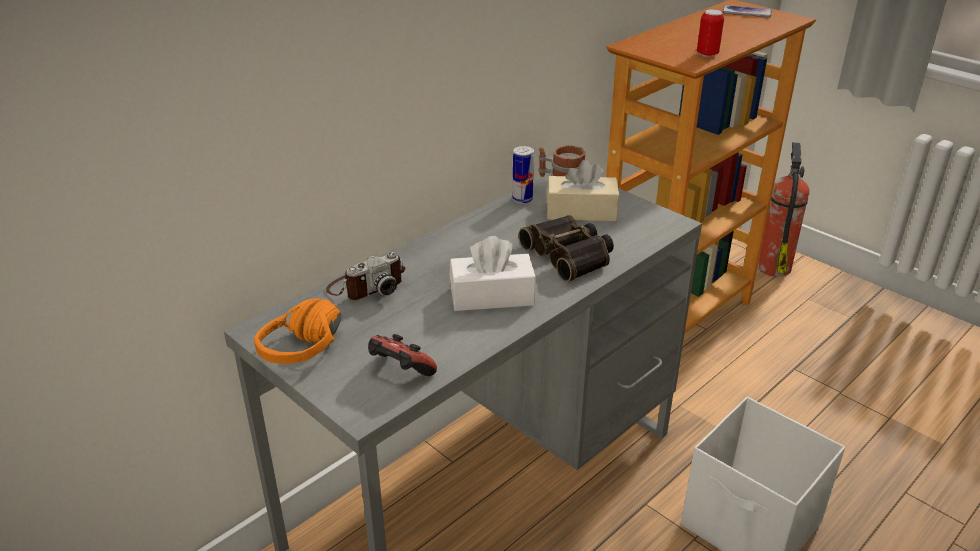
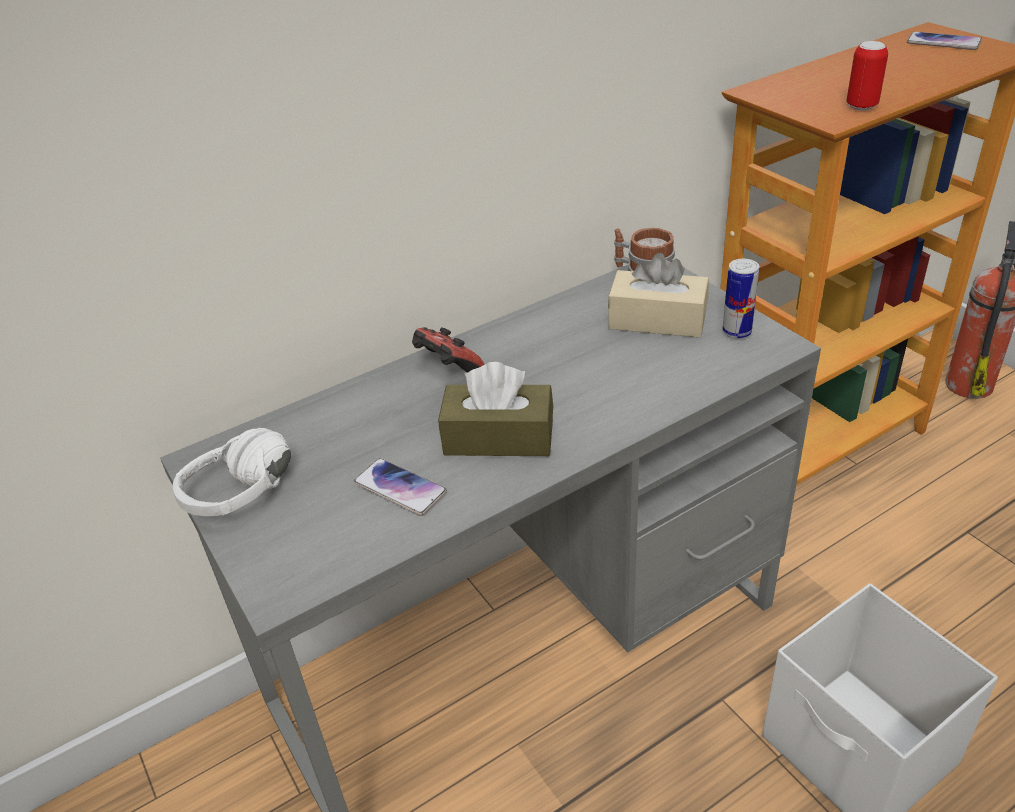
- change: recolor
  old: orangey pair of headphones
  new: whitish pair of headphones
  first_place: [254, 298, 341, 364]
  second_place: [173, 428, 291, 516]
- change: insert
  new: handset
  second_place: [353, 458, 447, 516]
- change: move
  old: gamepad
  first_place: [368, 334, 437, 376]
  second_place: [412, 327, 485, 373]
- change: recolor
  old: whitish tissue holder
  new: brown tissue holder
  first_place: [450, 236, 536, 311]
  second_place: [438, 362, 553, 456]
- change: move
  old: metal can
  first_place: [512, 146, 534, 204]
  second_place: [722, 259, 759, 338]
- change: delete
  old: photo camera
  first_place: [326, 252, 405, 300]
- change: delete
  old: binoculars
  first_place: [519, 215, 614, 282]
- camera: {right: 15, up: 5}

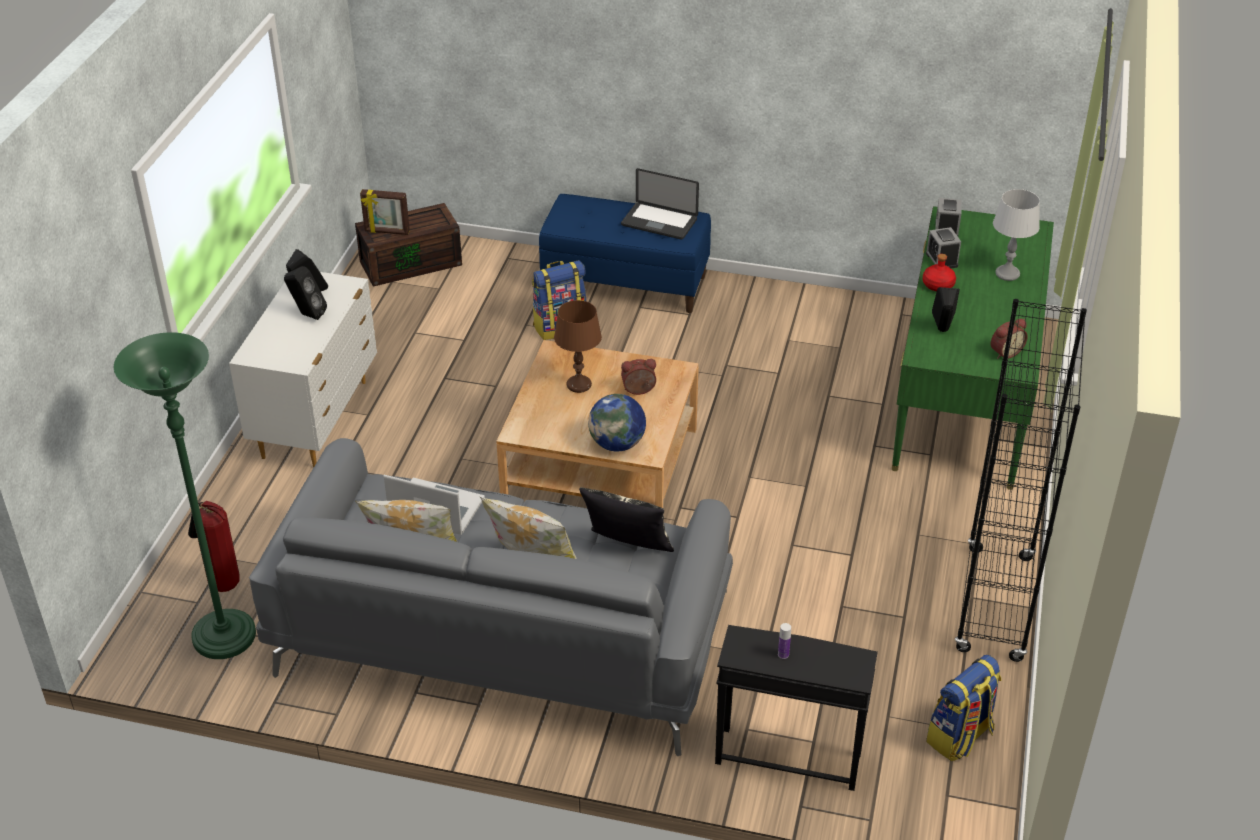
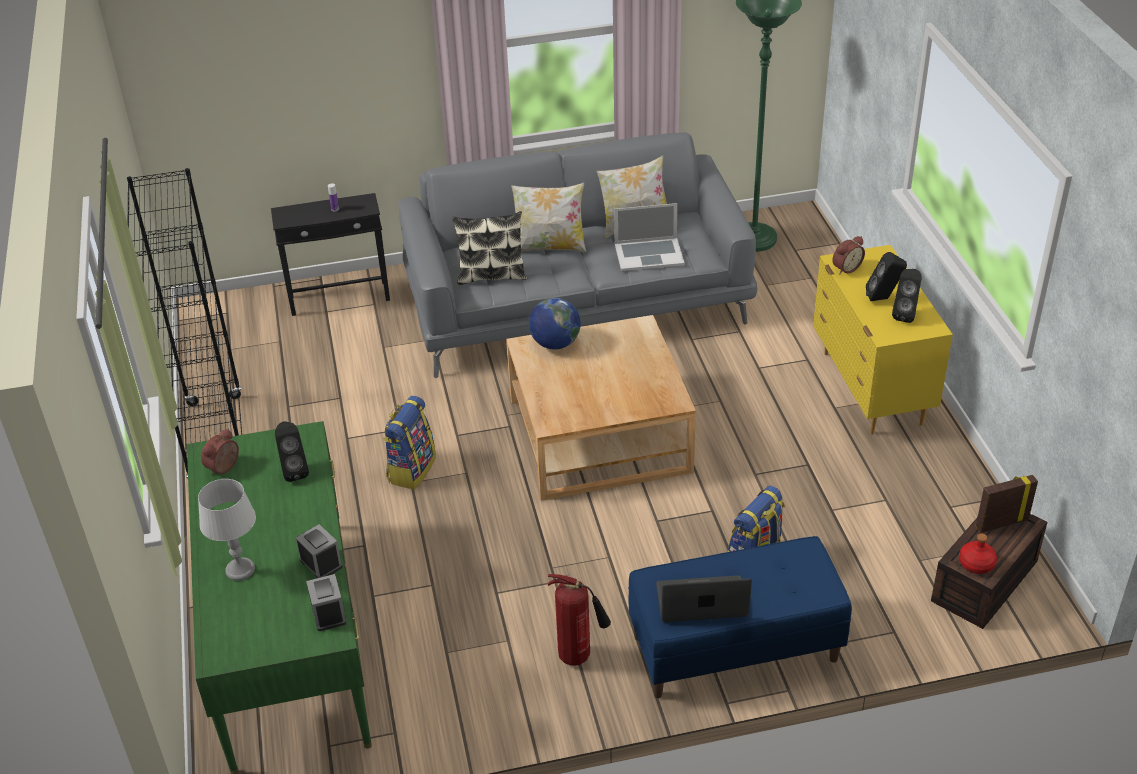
- change: move
  old: knapsack
  first_place: [926, 655, 1002, 761]
  second_place: [383, 396, 436, 489]
- change: move
  old: fire extinguisher
  first_place: [188, 501, 239, 592]
  second_place: [548, 574, 611, 666]
- change: recolor
  old: whitish dresser
  new: yellow-coloured dresser
  first_place: [229, 272, 377, 467]
  second_place: [813, 245, 953, 435]
- change: move
  old: table clock
  first_place: [621, 359, 656, 395]
  second_place: [832, 236, 865, 275]
- change: move
  old: red beverage bottle
  first_place: [922, 254, 956, 291]
  second_place: [959, 533, 997, 574]
- change: delete
  old: brown lamp for a table
  first_place: [554, 300, 602, 393]
- camera: {right: 155, up: 0}

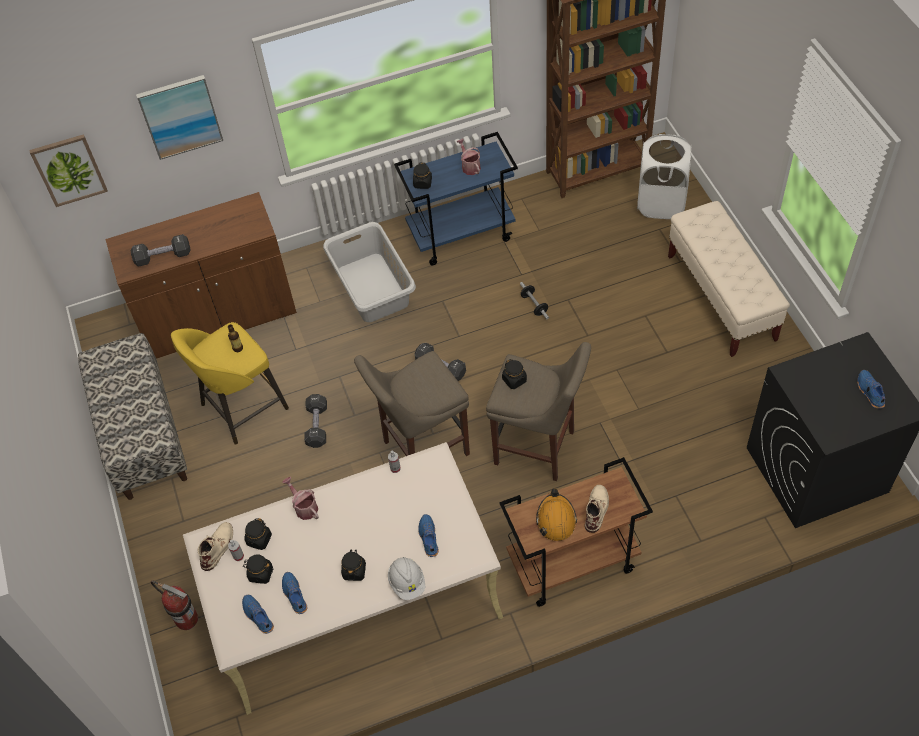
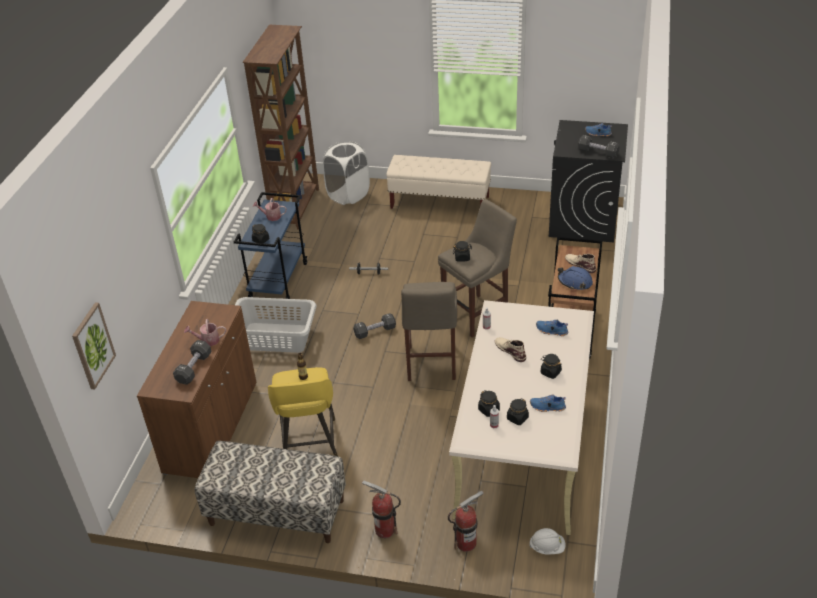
- change: move
  old: watering can
  first_place: [282, 477, 319, 520]
  second_place: [184, 319, 226, 346]
- change: insert
  new: fire extinguisher
  second_place: [362, 480, 401, 538]
- change: move
  old: sand-coloured boot
  first_place: [198, 522, 233, 571]
  second_place: [495, 337, 526, 362]
- change: move
  old: whitish safety helmet
  first_place: [388, 557, 426, 600]
  second_place: [529, 528, 566, 555]
- change: recolor
  old: orangey safety helmet
  new: blue-coloured safety helmet
  first_place: [536, 488, 577, 541]
  second_place: [558, 266, 593, 290]
- change: move
  old: black-coloured free weight
  first_place: [304, 394, 327, 448]
  second_place: [578, 135, 620, 158]
- change: delete
  old: wall picture
  first_place: [136, 75, 223, 160]
- change: delete
  old: blue-coloured low shoe
  first_place: [242, 595, 274, 634]
- camera: {right: -60, up: -15}

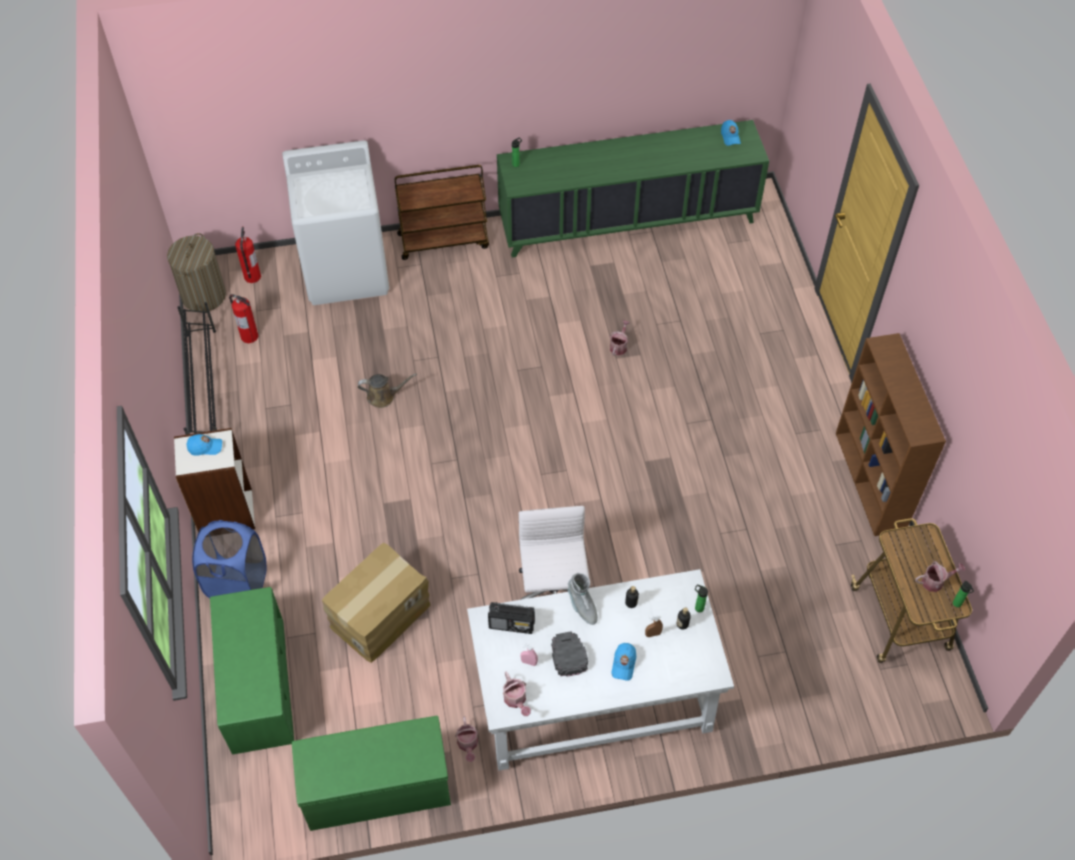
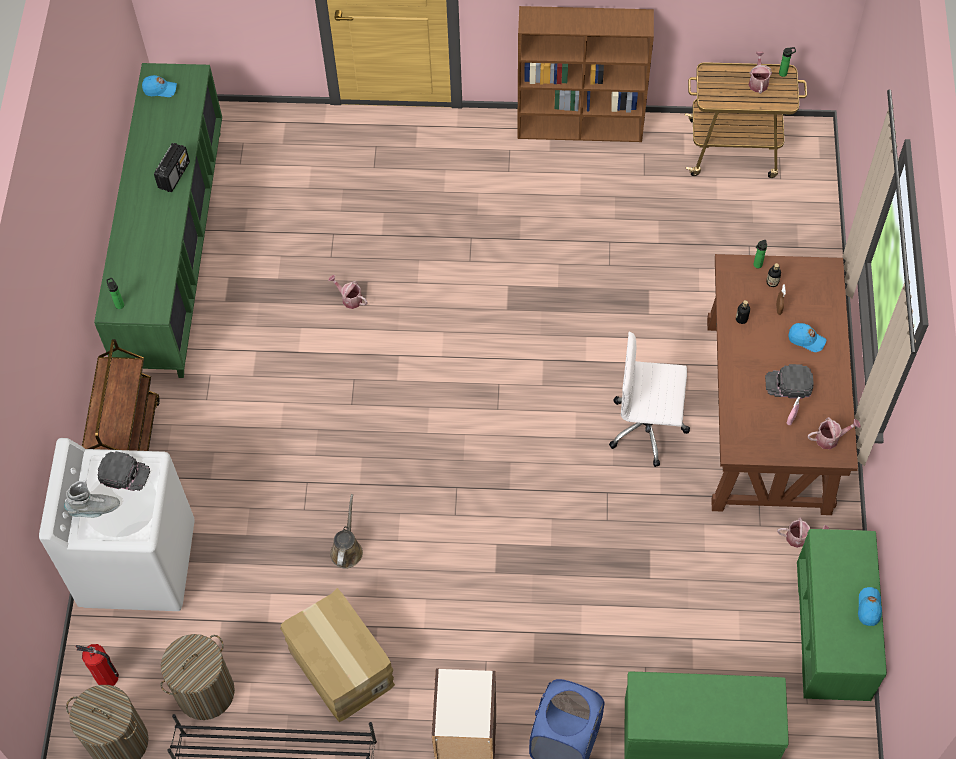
- change: move
  old: greyish boot
  first_place: [568, 573, 598, 625]
  second_place: [64, 480, 120, 518]
- change: insert
  new: black-coloured peaked cap
  second_place: [97, 451, 150, 491]
- change: move
  old: radio set
  first_place: [488, 602, 535, 634]
  second_place: [154, 143, 190, 192]
- change: replace
  old: fire extinguisher
  new: washing basket
  first_place: [229, 294, 259, 343]
  second_place: [160, 634, 235, 720]
- change: move
  old: carton
  first_place: [322, 542, 430, 663]
  second_place: [280, 588, 395, 722]
- change: recolor
  old: whitish desk unit
  new: brown desk unit
  first_place: [467, 569, 734, 771]
  second_place: [707, 254, 858, 515]
- change: move
  old: blue-coloured peaked cap
  first_place: [186, 434, 222, 456]
  second_place: [858, 587, 882, 626]
- camera: {right: -75, up: 5}

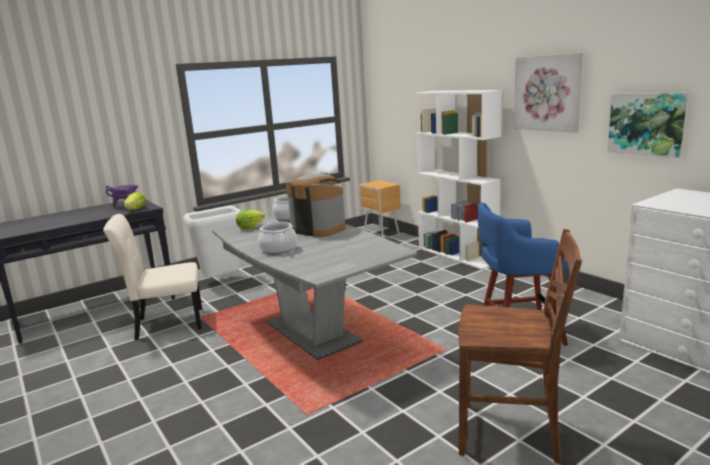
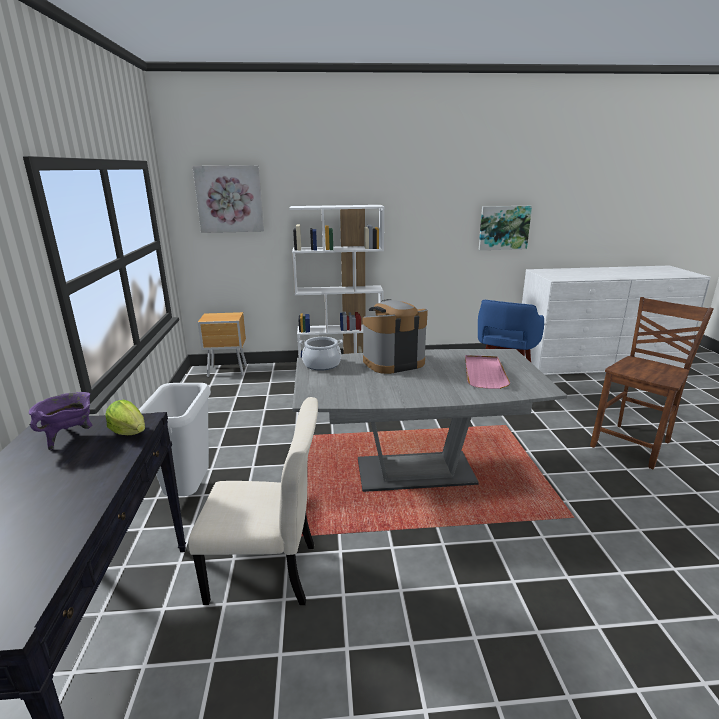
- change: rotate
  old: sand-coloured upright chair
  first_place: [103, 214, 202, 340]
  second_place: [188, 397, 318, 605]
  degrees: -105
- change: move
  old: wall picture
  first_place: [514, 53, 583, 133]
  second_place: [192, 165, 264, 233]
- change: insert
  new: pinkish carrying tray
  second_place: [465, 355, 510, 389]
- change: delete
  old: lettuce
  first_place: [236, 210, 265, 229]
- change: delete
  old: saucepot
  first_place: [258, 221, 297, 254]
- camera: {right: -60, up: 5}

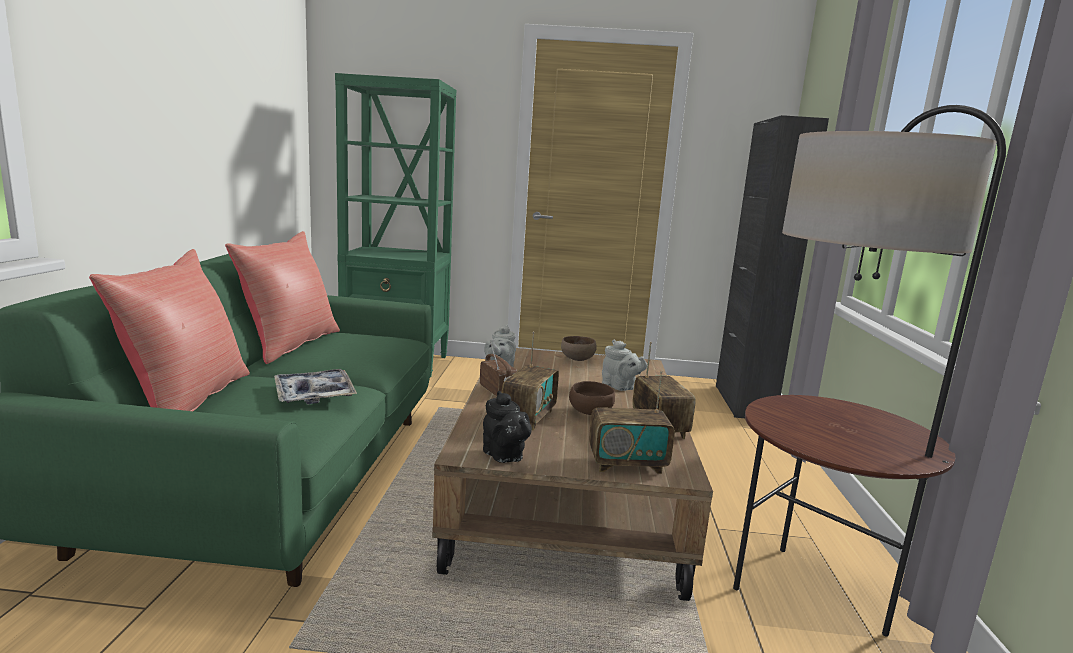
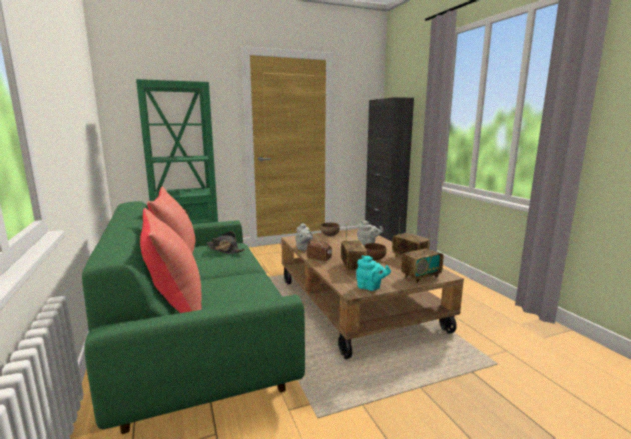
- change: insert
  new: black-coloured wearable hat
  second_place: [207, 231, 246, 254]
- change: recolor
  old: black-coloured teapot
  new: turquoise-coloured teapot
  first_place: [483, 391, 532, 463]
  second_place: [356, 255, 391, 291]
- change: delete
  old: carrying tray
  first_place: [274, 369, 357, 404]
- change: delete
  old: standing lamp
  first_place: [733, 105, 1006, 637]
- camera: {right: -25, up: 0}

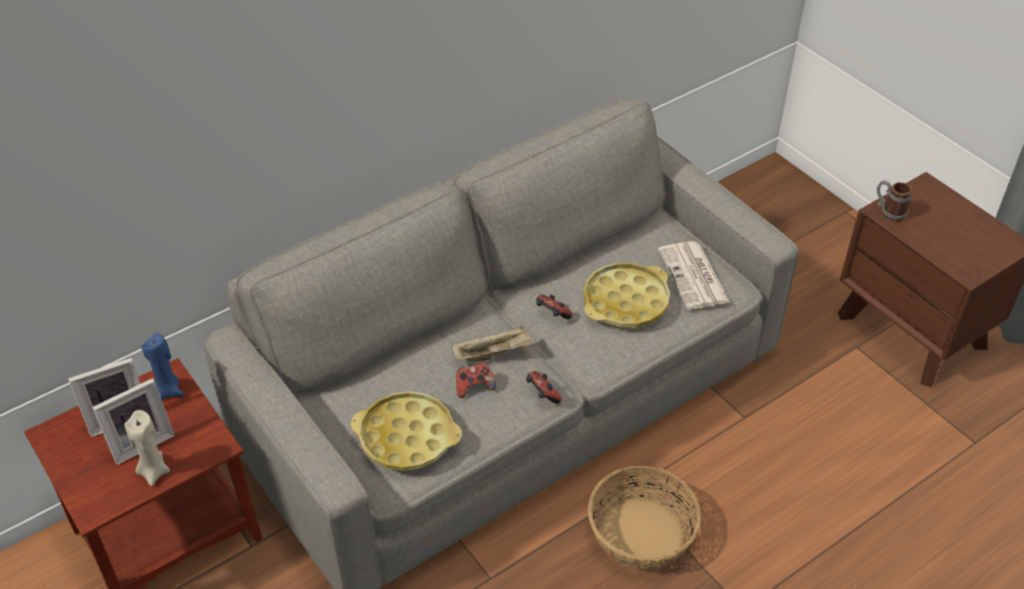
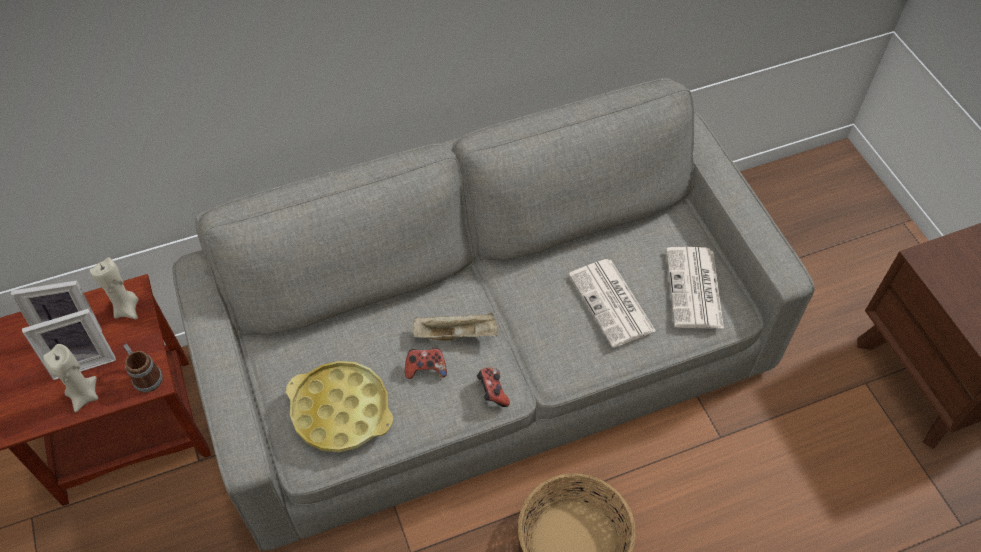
- change: recolor
  old: blue-coloured candle
  new: sand-coloured candle
  first_place: [142, 332, 184, 400]
  second_place: [90, 257, 138, 319]
- change: move
  old: tea mug
  first_place: [877, 180, 912, 221]
  second_place: [123, 344, 163, 393]
- change: replace
  old: yellow-coloured carrying tray
  new: daily paper
  first_place: [584, 263, 670, 328]
  second_place: [568, 259, 656, 348]
- change: delete
  old: gamepad
  first_place: [536, 294, 572, 319]
- camera: {right: 15, up: 10}

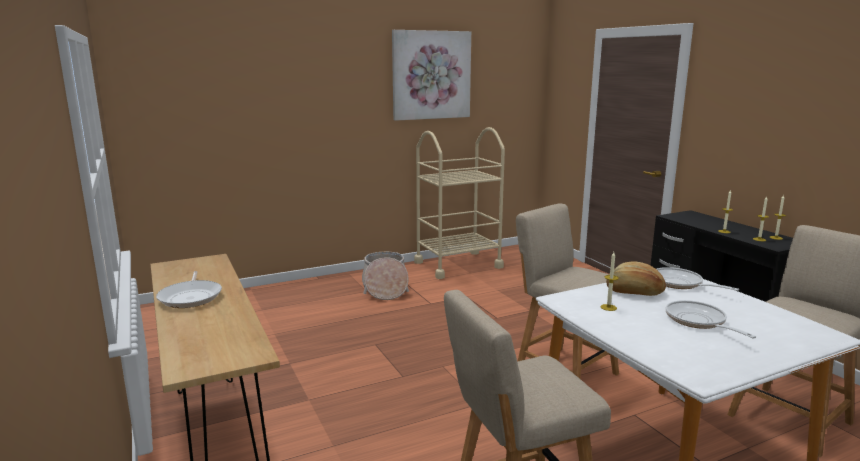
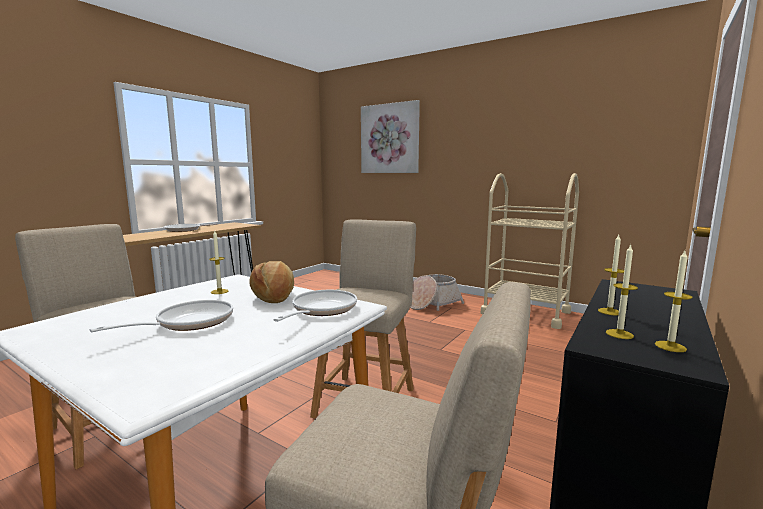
- change: move
  old: wall picture
  first_place: [392, 30, 471, 121]
  second_place: [361, 100, 420, 173]
- camera: {right: 60, up: -5}

